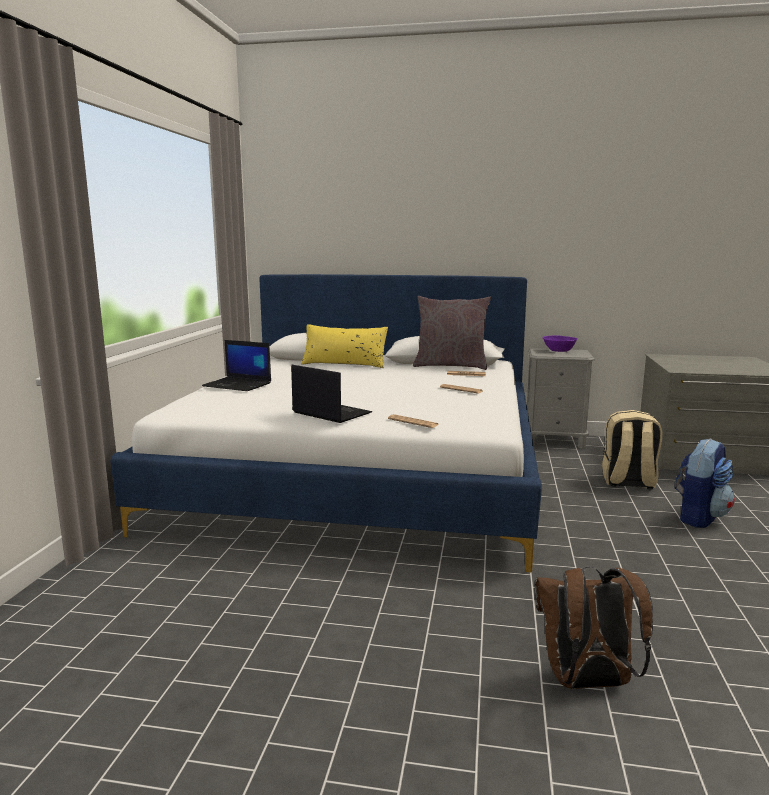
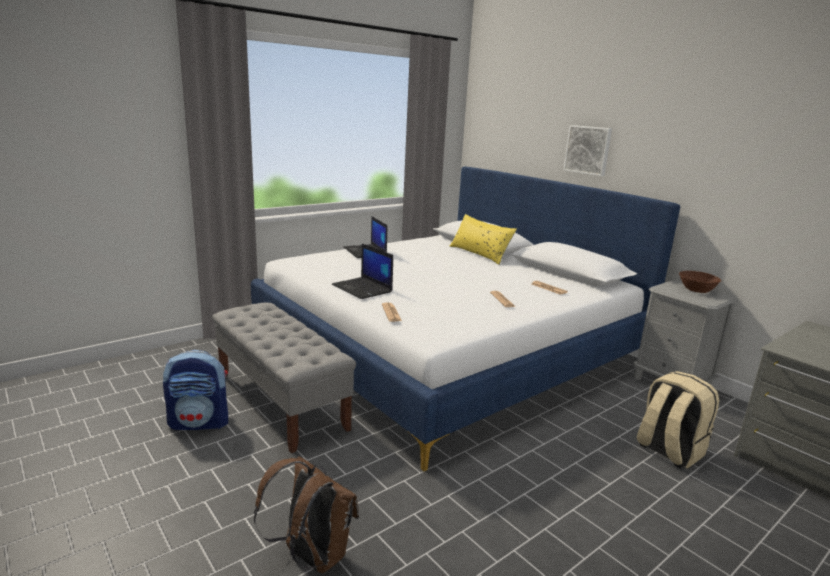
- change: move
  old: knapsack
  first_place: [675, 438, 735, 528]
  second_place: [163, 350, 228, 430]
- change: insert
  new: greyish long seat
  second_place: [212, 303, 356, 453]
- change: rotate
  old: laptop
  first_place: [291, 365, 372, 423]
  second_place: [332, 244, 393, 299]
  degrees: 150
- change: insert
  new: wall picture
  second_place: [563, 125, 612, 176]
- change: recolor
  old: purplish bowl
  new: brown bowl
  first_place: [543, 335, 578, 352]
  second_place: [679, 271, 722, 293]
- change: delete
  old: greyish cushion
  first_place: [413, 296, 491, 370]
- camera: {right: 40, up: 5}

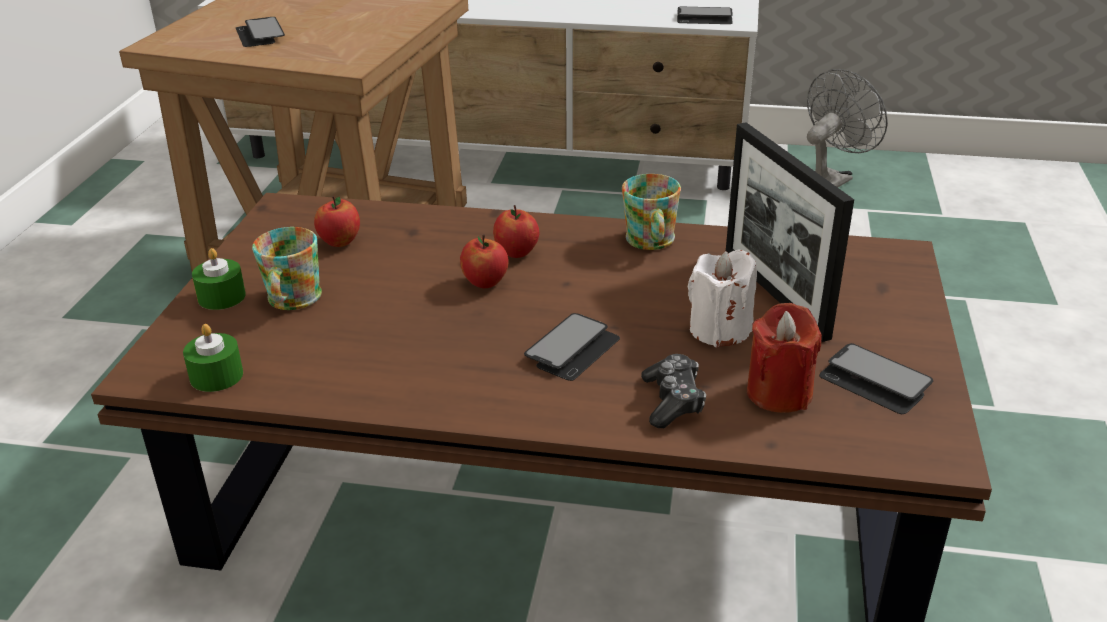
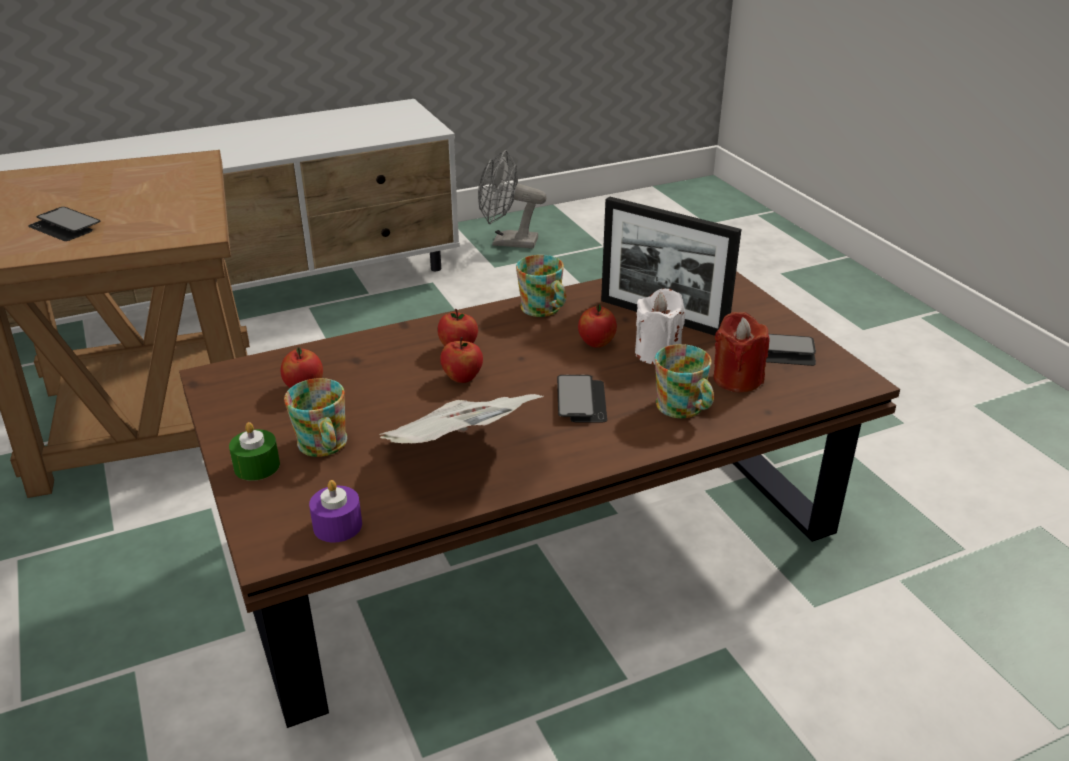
- change: recolor
  old: greenish candle
  new: purplish candle
  first_place: [183, 324, 243, 392]
  second_place: [309, 480, 362, 542]
- change: insert
  new: daily paper
  second_place: [379, 394, 543, 443]
- change: rotate
  old: greyish electric fan
  first_place: [807, 69, 888, 187]
  second_place: [478, 150, 547, 249]
  degrees: -90
- change: insert
  new: apple
  second_place: [578, 304, 617, 348]
- change: replace
  old: gamepad
  new: tea mug
  first_place: [641, 354, 706, 428]
  second_place: [655, 344, 714, 418]
- change: delete
  old: handset
  first_place: [677, 6, 733, 24]
- camera: {right: -35, up: 0}

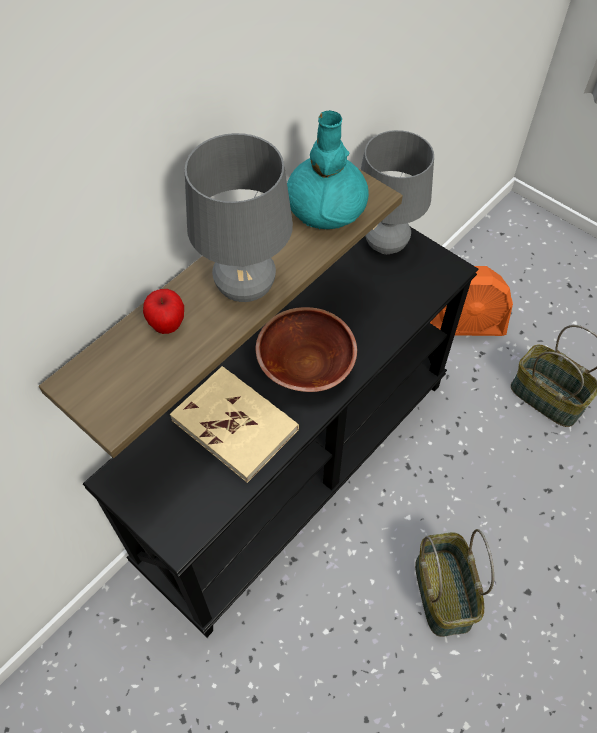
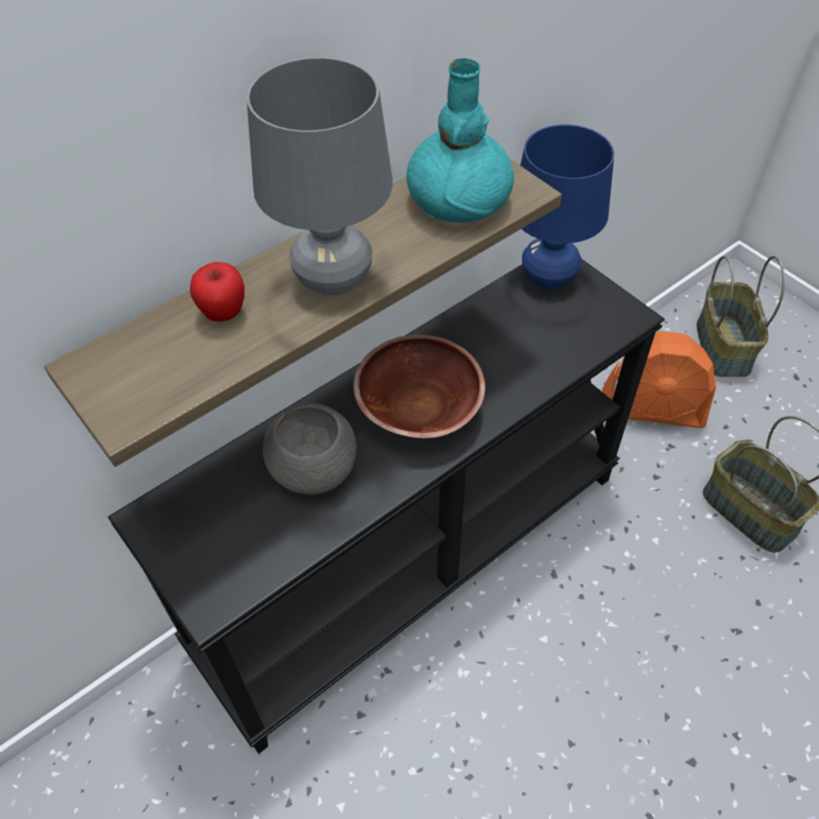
- change: replace
  old: sand-coloured book
  new: greyish bowl
  first_place: [170, 366, 299, 483]
  second_place: [263, 403, 356, 495]
- change: recolor
  old: greyish lamp for a table
  new: blue-coloured lamp for a table
  first_place: [361, 130, 434, 254]
  second_place: [520, 124, 614, 289]
- change: move
  old: household basket
  first_place: [415, 529, 494, 637]
  second_place: [697, 256, 785, 377]
- camera: {right: 10, up: -5}

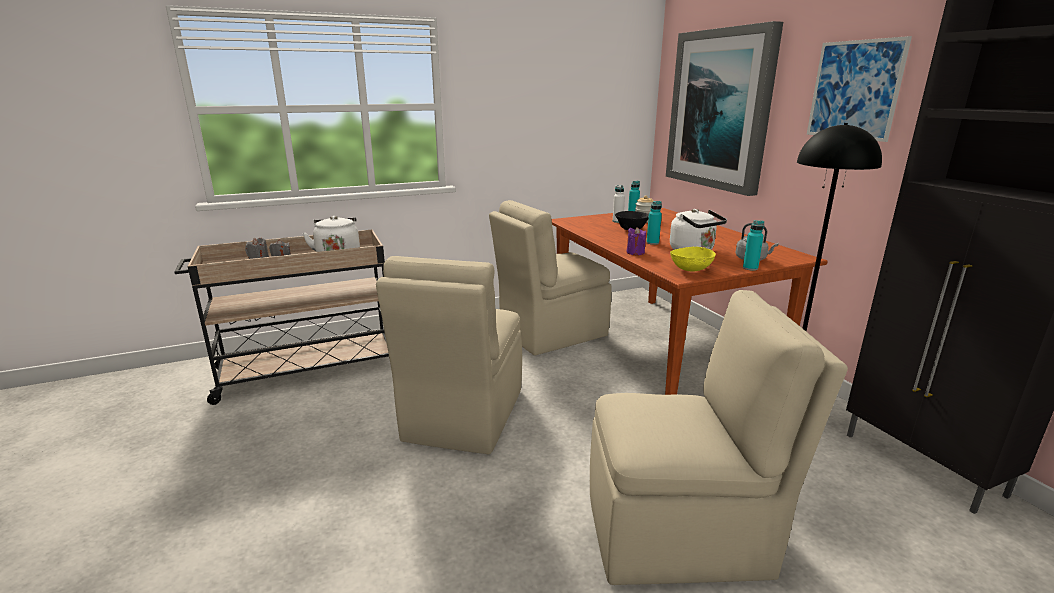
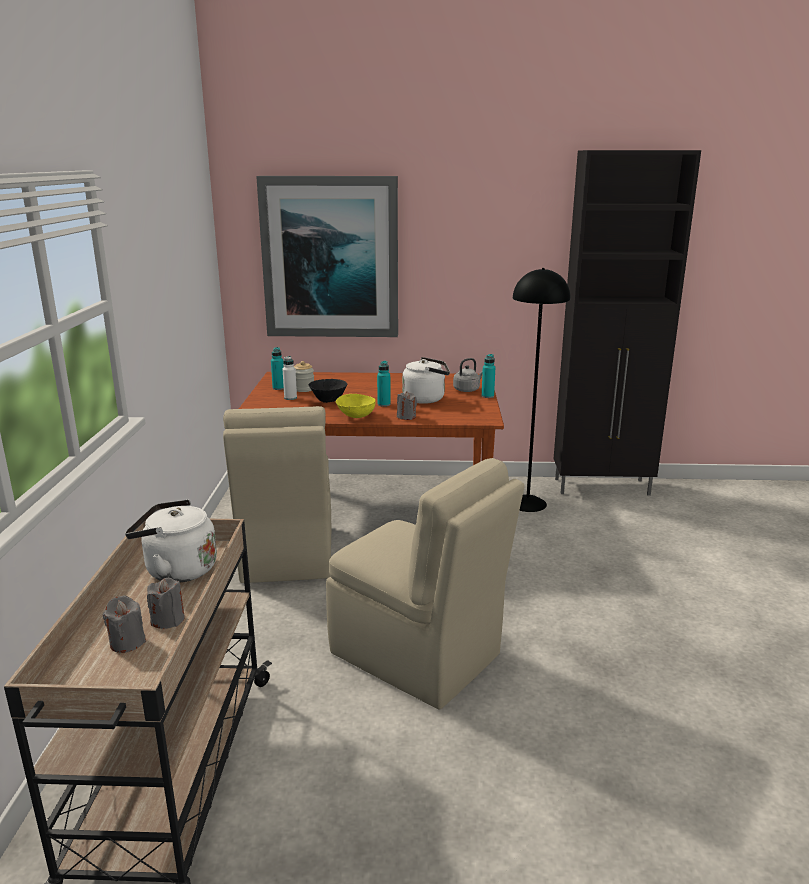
- change: move
  old: yellow-coloured bowl
  first_place: [670, 247, 716, 271]
  second_place: [335, 394, 376, 418]
- change: recolor
  old: purplish candle
  new: greyish candle
  first_place: [627, 227, 646, 256]
  second_place: [397, 391, 417, 420]
- change: delete
  old: sand-coloured upright chair
  first_place: [590, 290, 848, 585]
- change: delete
  old: wall picture
  first_place: [807, 36, 912, 142]
- camera: {right: -65, up: 0}

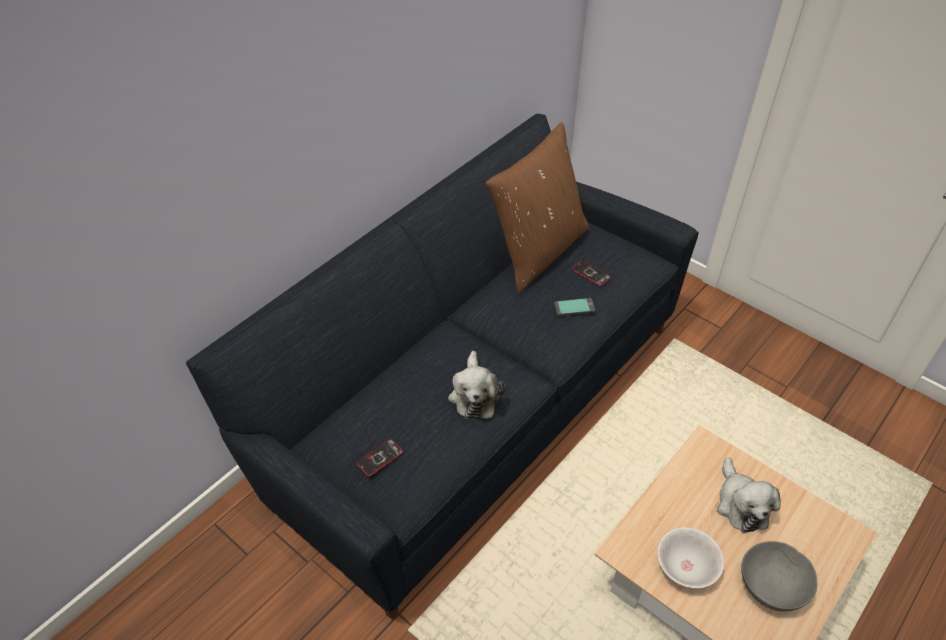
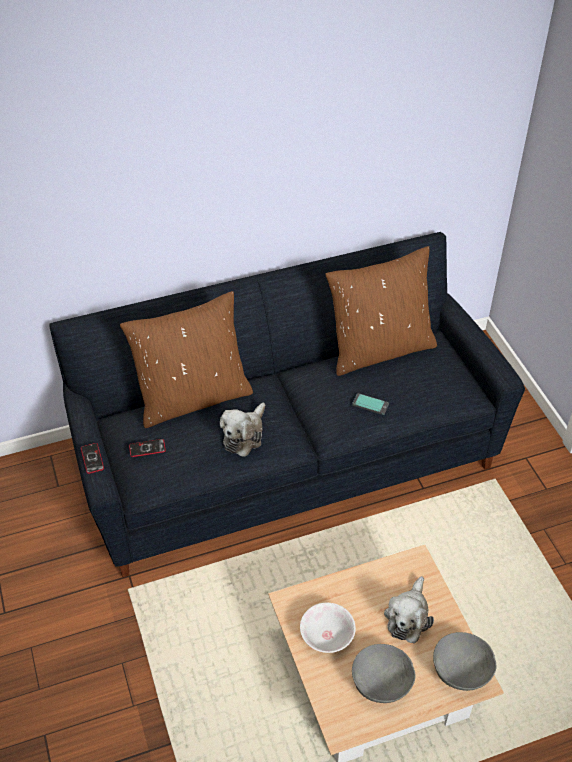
- change: move
  old: handset
  first_place: [572, 261, 610, 286]
  second_place: [81, 443, 104, 474]
- change: insert
  new: brown cushion
  second_place: [120, 291, 253, 428]
- change: insert
  new: greyish bowl
  second_place: [433, 632, 497, 691]
- camera: {right: 30, up: 0}

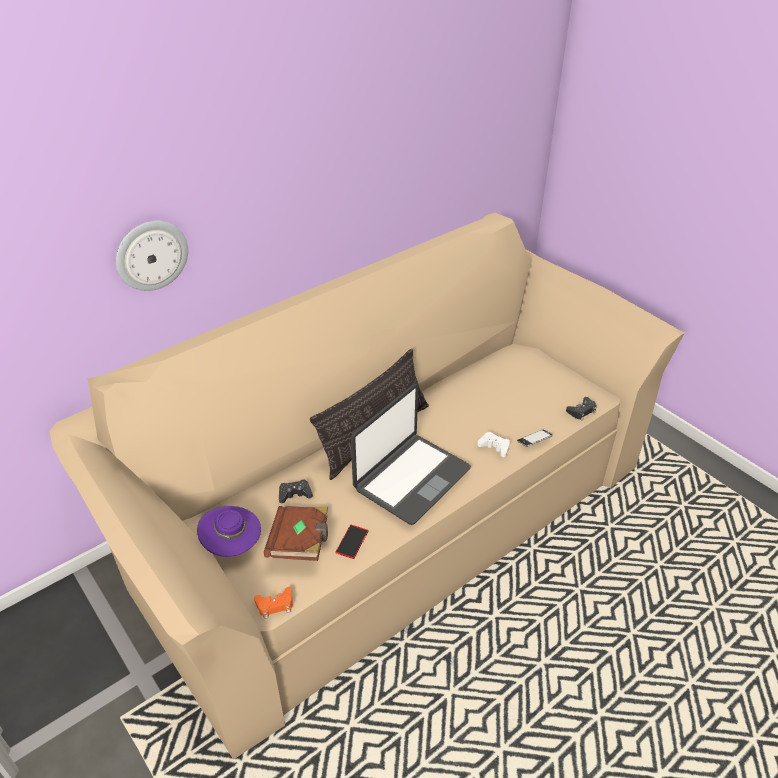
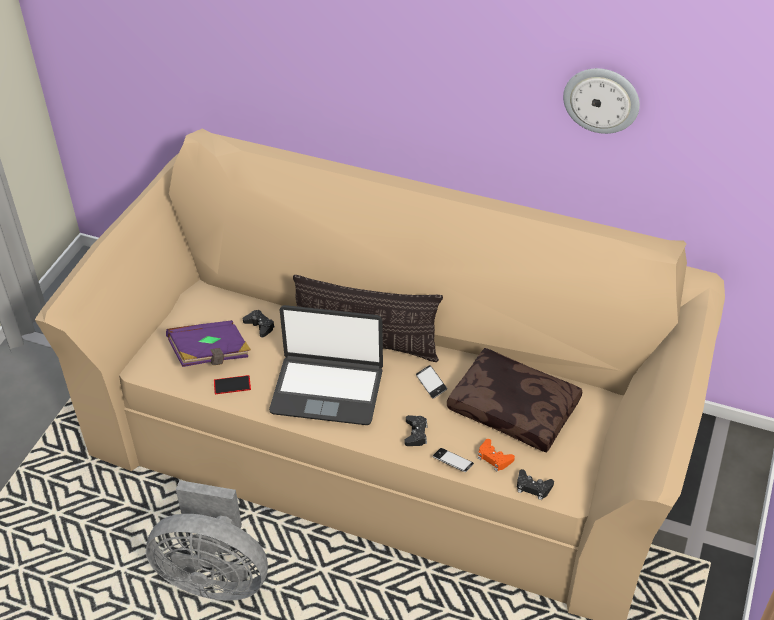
- change: insert
  new: greyish electric fan
  second_place: [146, 480, 268, 601]
- change: recolor
  old: brown book
  new: purplish book
  first_place: [264, 506, 328, 561]
  second_place: [166, 320, 251, 367]
- change: recolor
  old: whitish gamepad
  new: black-coloured gamepad
  first_place: [477, 432, 510, 457]
  second_place: [405, 415, 427, 446]
- change: insert
  new: handset
  second_place: [416, 365, 447, 399]
- change: insert
  new: brown cushion
  second_place: [447, 348, 582, 453]
- change: move
  old: orangey gamepad
  first_place: [254, 587, 293, 619]
  second_place: [478, 439, 515, 471]
- change: move
  old: clock on the wall
  first_place: [116, 221, 188, 291]
  second_place: [563, 68, 640, 134]
- change: delete
  old: purplish wearable hat
  first_place: [197, 506, 261, 557]
- camera: {right: 60, up: 5}

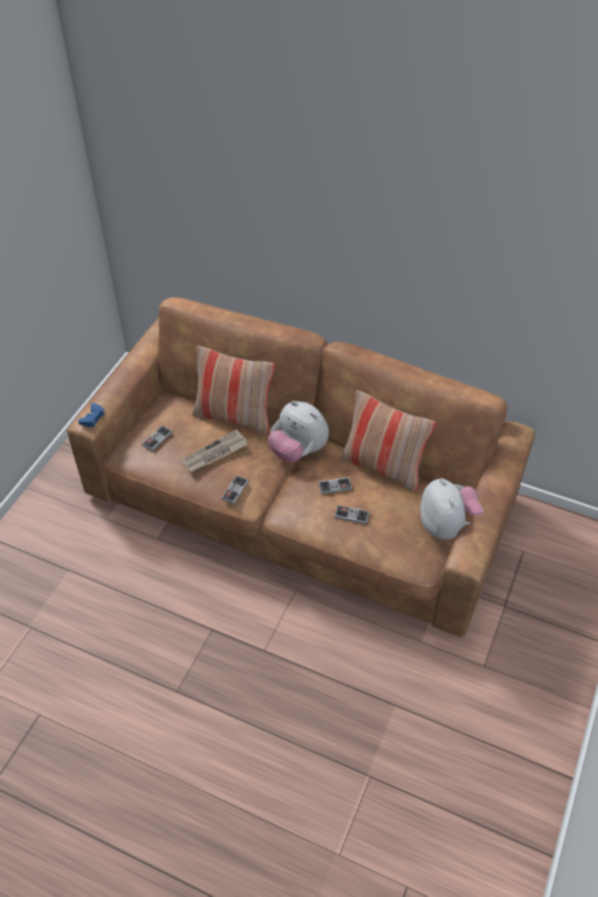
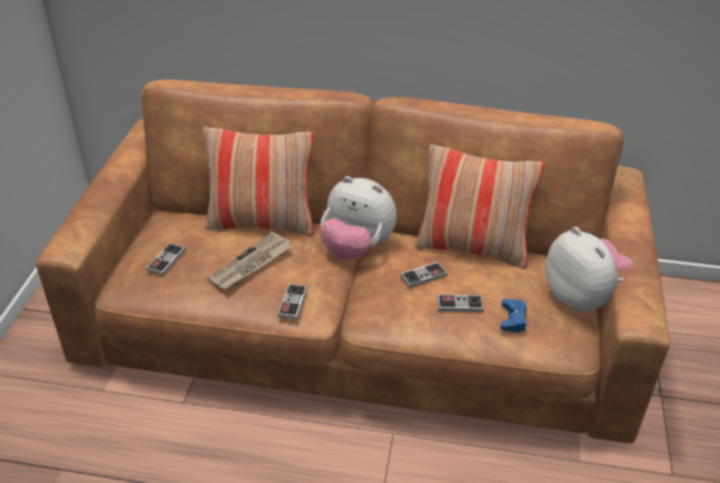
- change: move
  old: blue-coloured gamepad
  first_place: [78, 403, 105, 427]
  second_place: [500, 298, 527, 332]
- camera: {right: -15, up: -10}

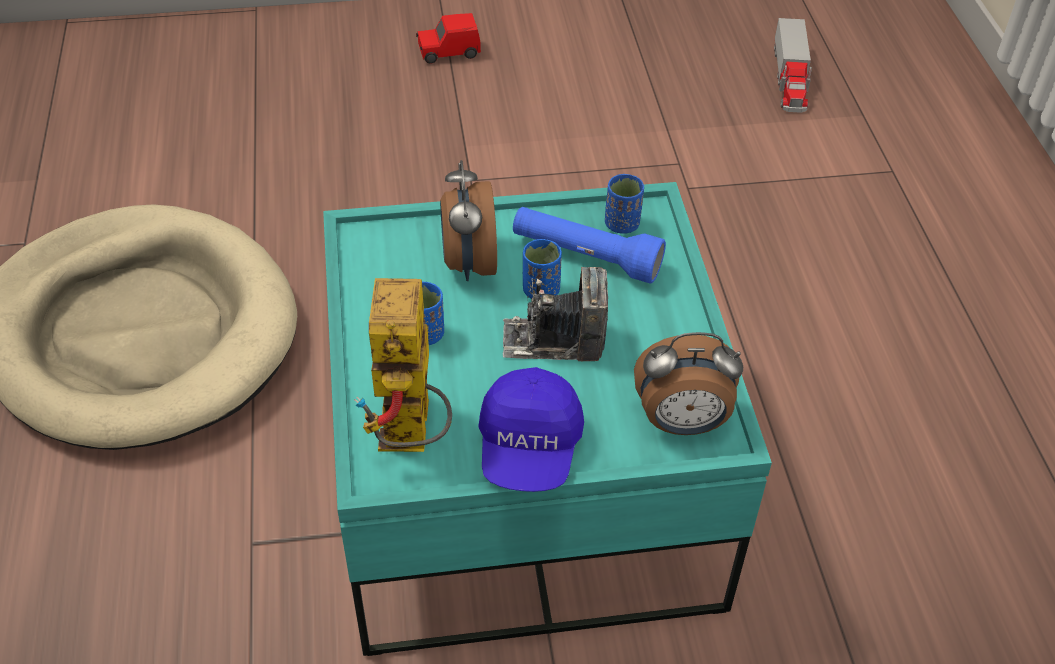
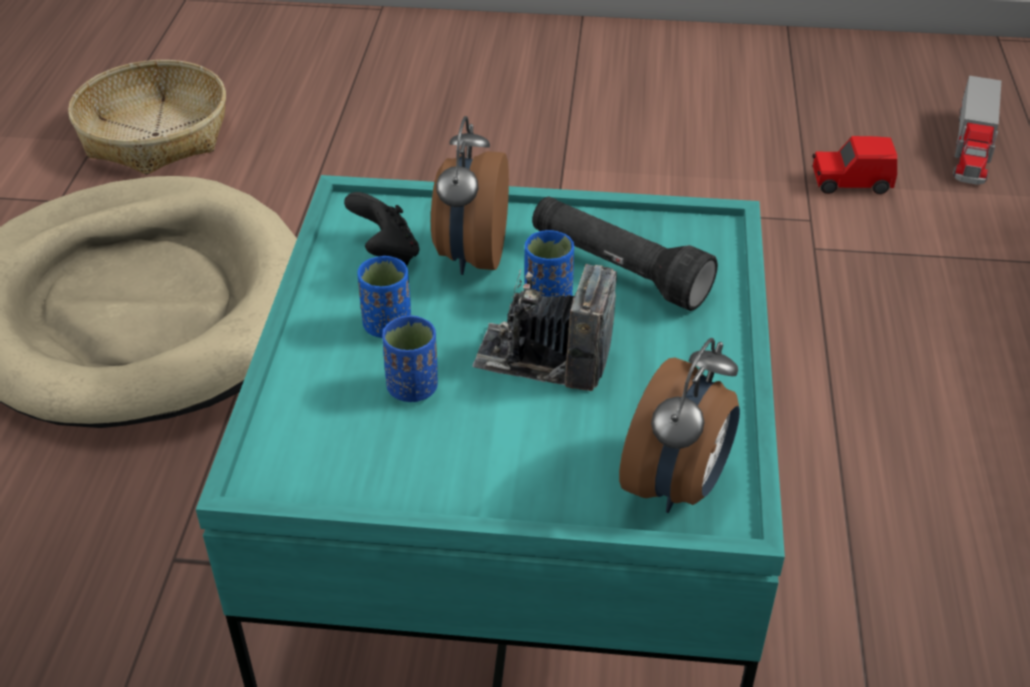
- change: insert
  new: household basket
  second_place: [68, 60, 226, 175]
- change: insert
  new: black-coloured gamepad
  second_place: [344, 192, 419, 265]
- change: move
  old: blue-coloured small cup
  first_place: [605, 174, 644, 234]
  second_place: [382, 316, 438, 402]
- change: recolor
  old: blue-coloured flashlight
  new: black-coloured flashlight
  first_place: [513, 207, 666, 284]
  second_place: [532, 197, 718, 311]
- change: rotate
  old: table clock
  first_place: [634, 332, 743, 435]
  second_place: [619, 338, 740, 513]
  degrees: -75
- change: move
  old: red toy car
  first_place: [416, 13, 481, 64]
  second_place: [813, 136, 897, 194]
- change: delete
  old: toy robot
  first_place: [355, 278, 452, 452]
- change: delete
  old: blue-coloured peaked cap
  first_place: [478, 367, 584, 492]
- camera: {right: 15, up: -5}

